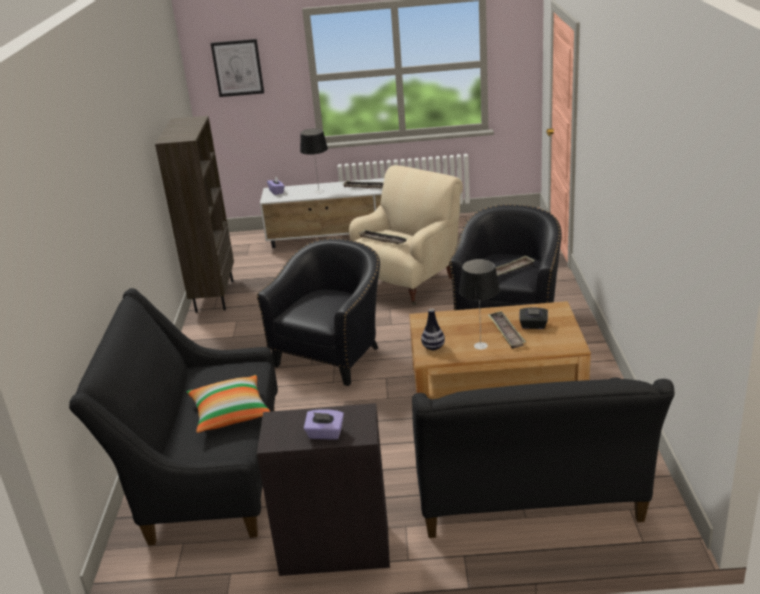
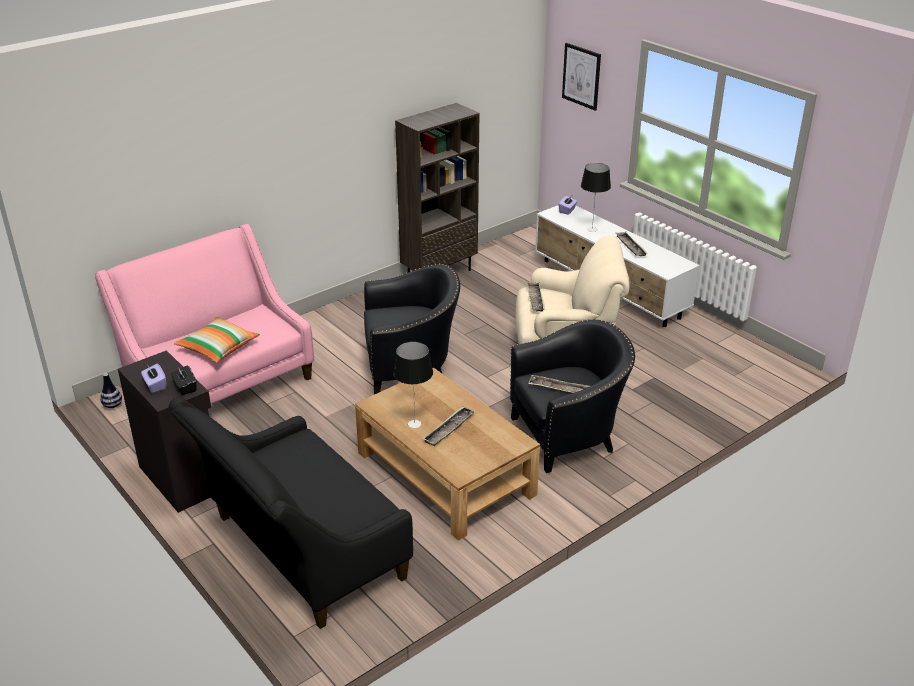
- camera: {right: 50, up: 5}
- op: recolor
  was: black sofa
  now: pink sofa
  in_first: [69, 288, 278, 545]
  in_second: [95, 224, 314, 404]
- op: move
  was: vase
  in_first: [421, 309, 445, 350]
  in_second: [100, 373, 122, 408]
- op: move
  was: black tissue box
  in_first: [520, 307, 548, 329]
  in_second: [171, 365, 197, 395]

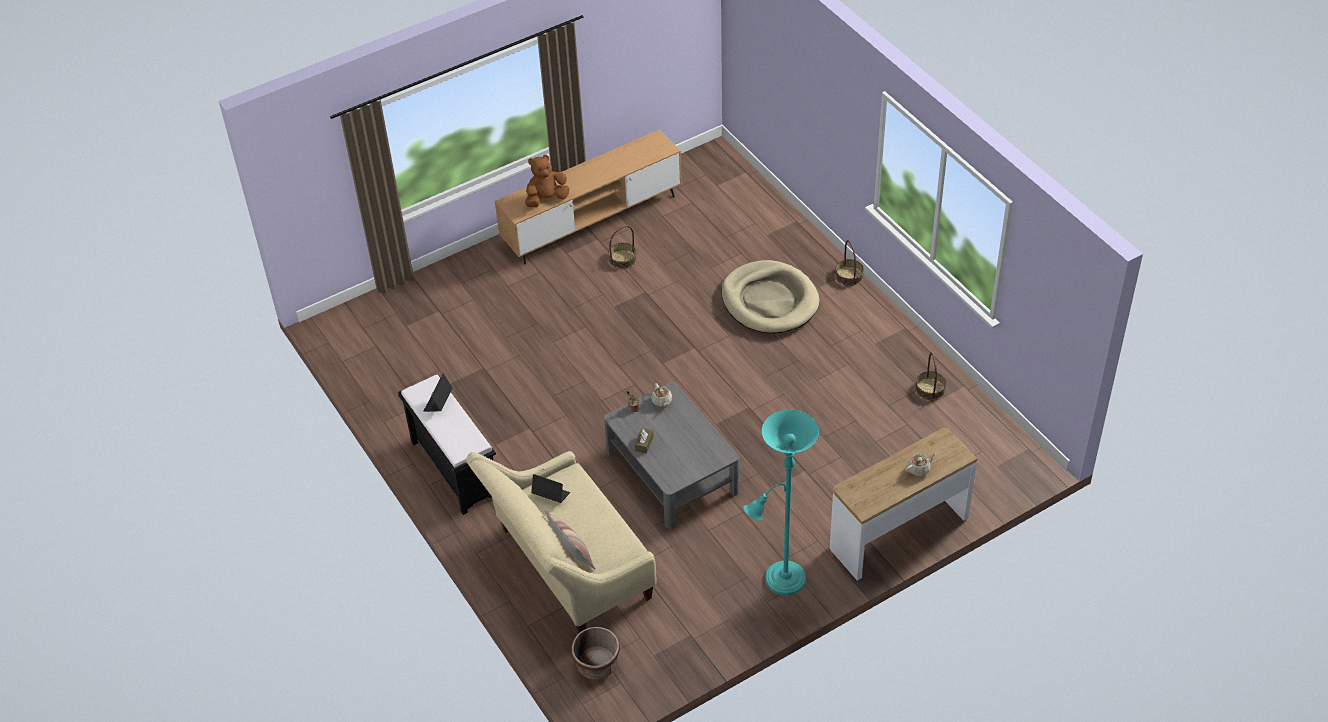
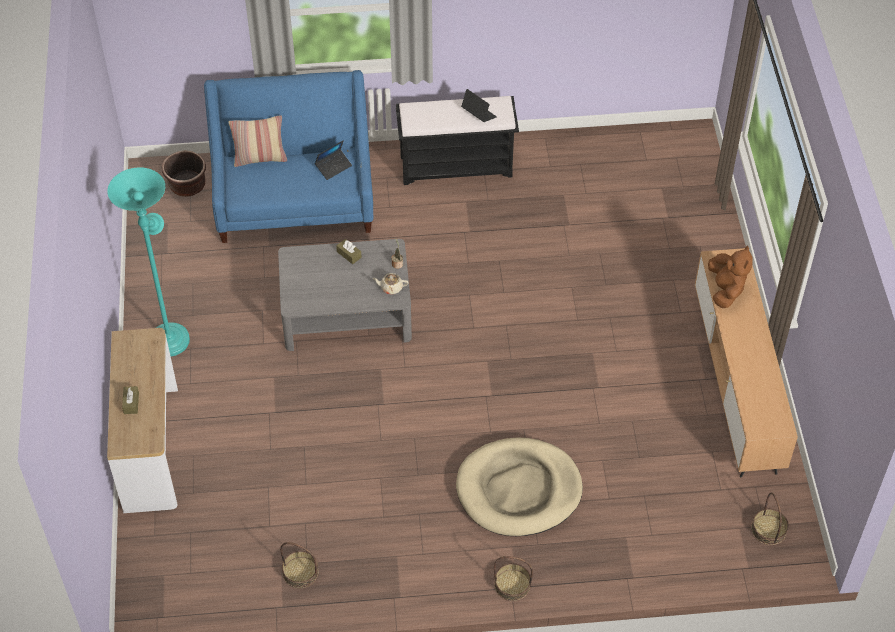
- camera: {right: 115, up: 5}
- op: recolor
  was: beige sofa
  now: blue sofa
  in_first: [466, 451, 657, 633]
  in_second: [204, 70, 373, 243]
- op: move
  was: basket
  in_first: [608, 225, 637, 269]
  in_second: [751, 492, 789, 545]
- op: replace
  was: beige teapot
  now: brown tissue box
  in_first: [905, 453, 936, 476]
  in_second: [122, 386, 139, 414]

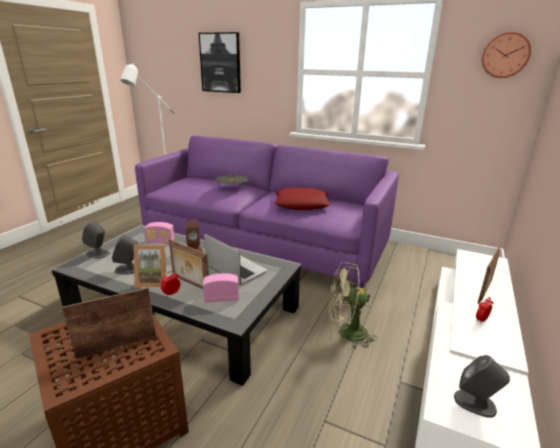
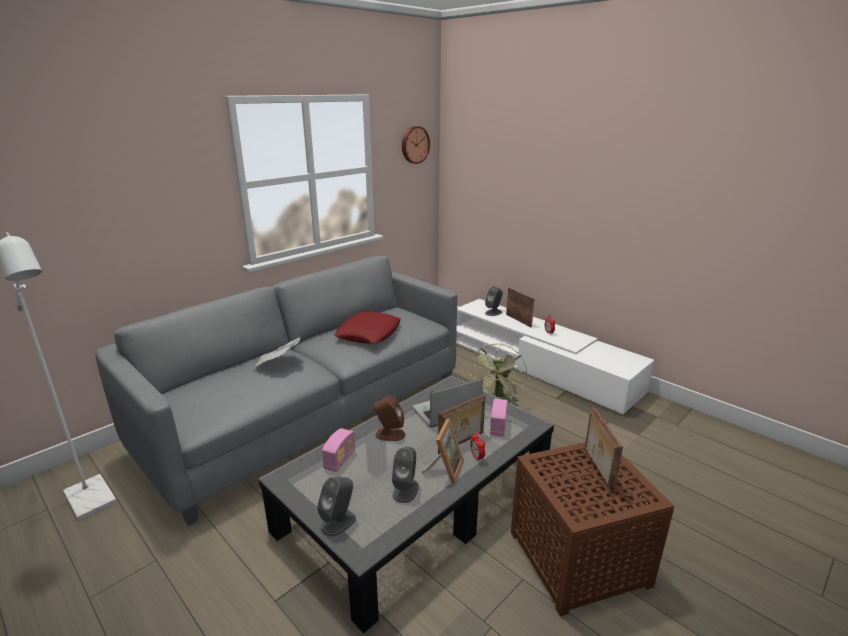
- camera: {right: -70, up: 0}
- op: recolor
  was: purple sofa
  now: grey sofa
  in_first: [135, 135, 399, 288]
  in_second: [95, 256, 457, 526]
- op: delete
  was: picture
  in_first: [199, 32, 241, 93]
- op: move
  was: grey speaker
  in_first: [454, 355, 510, 418]
  in_second: [485, 286, 503, 316]

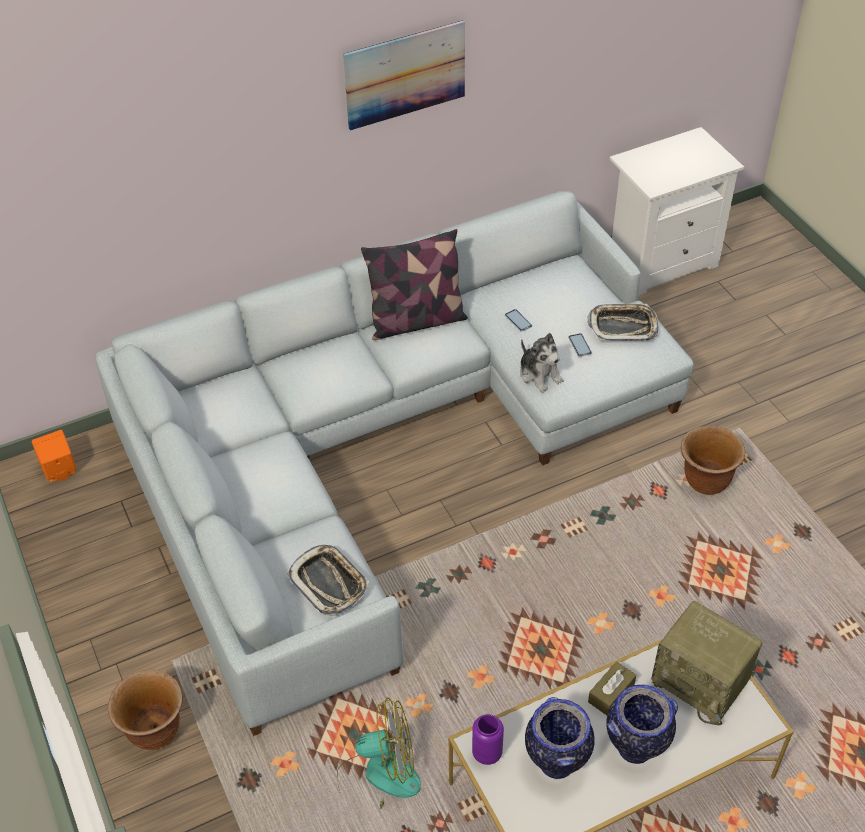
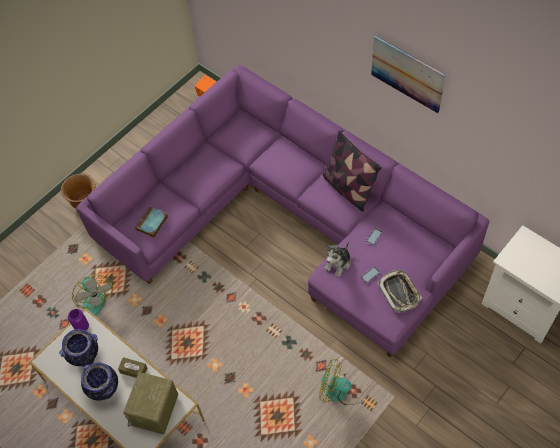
- camera: {right: 70, up: 10}
- op: recolor
  was: grey sofa
  now: purple sofa
  in_first: [95, 191, 694, 736]
  in_second: [76, 65, 489, 358]
- op: replace
  was: tray
  now: book
  in_first: [287, 545, 369, 616]
  in_second: [135, 206, 168, 238]
- op: replace
  was: brown planter
  now: fan
  in_first: [681, 426, 745, 495]
  in_second: [319, 359, 364, 405]

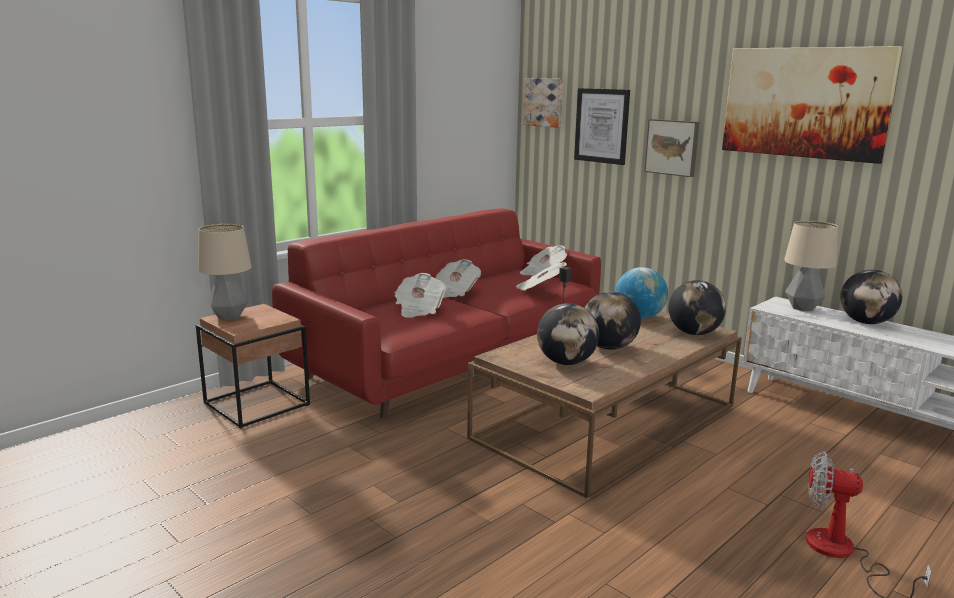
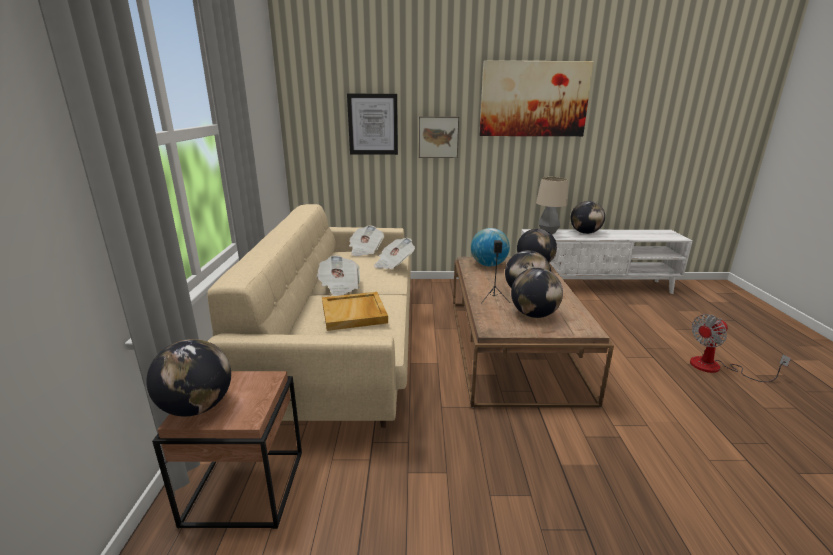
- camera: {right: -45, up: 5}
- op: replace
  was: table lamp
  now: globe
  in_first: [198, 224, 252, 320]
  in_second: [146, 339, 231, 417]
- op: recolor
  was: red sofa
  now: beige sofa
  in_first: [272, 209, 601, 418]
  in_second: [207, 204, 411, 428]
- op: replace
  was: newspaper
  now: beige tray
  in_first: [394, 273, 446, 318]
  in_second: [322, 292, 388, 331]
- op: delete
  was: picture
  in_first: [523, 78, 563, 128]

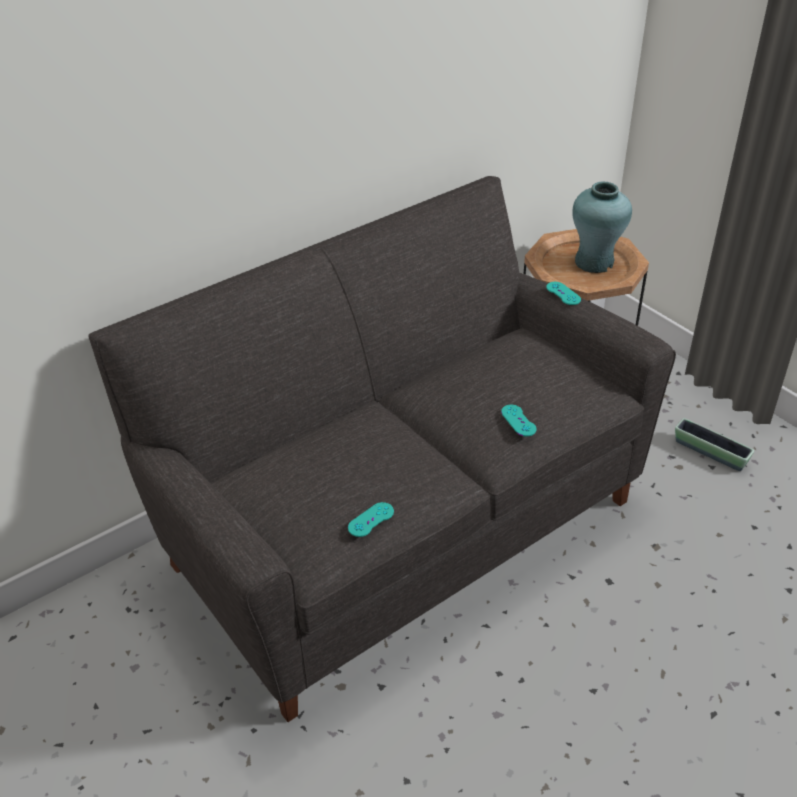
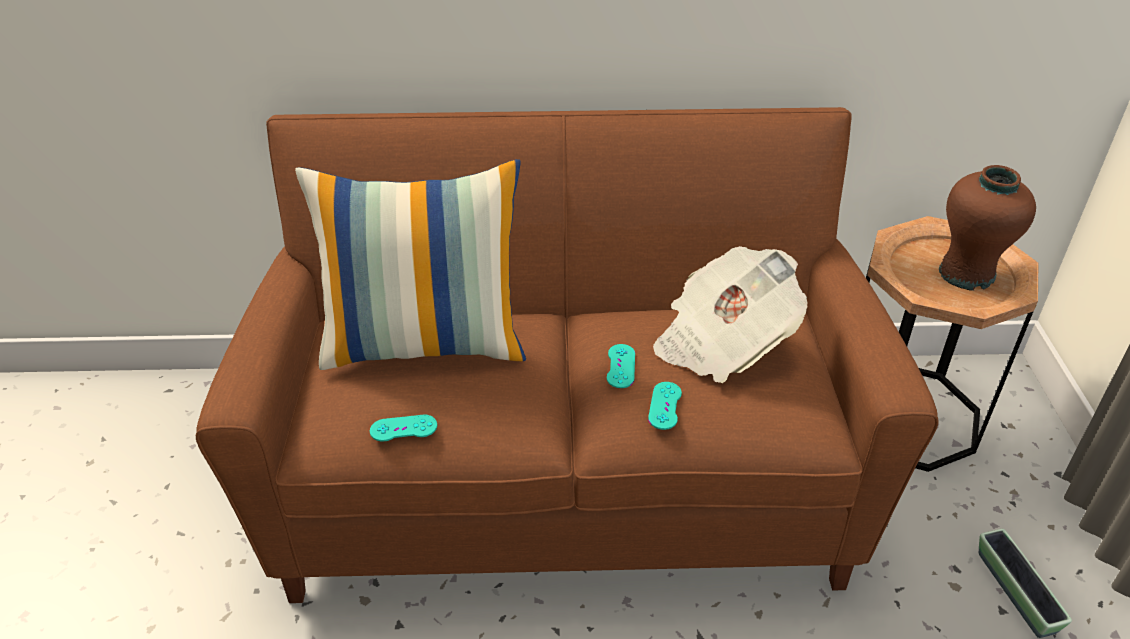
- camera: {right: 35, up: 0}
- op: recolor
  was: grey sofa
  now: brown sofa
  in_first: [88, 176, 676, 722]
  in_second: [196, 107, 939, 603]
- op: move
  was: turquoise game controller
  in_first: [546, 282, 581, 305]
  in_second: [607, 344, 635, 388]
- op: recolor
  was: turquoise vase
  now: brown vase
  in_first: [572, 181, 632, 273]
  in_second: [939, 165, 1036, 291]
- op: insert
  now: pillow
  in_second: [295, 159, 526, 370]
- op: insert
  now: newspaper
  in_second: [653, 246, 808, 383]

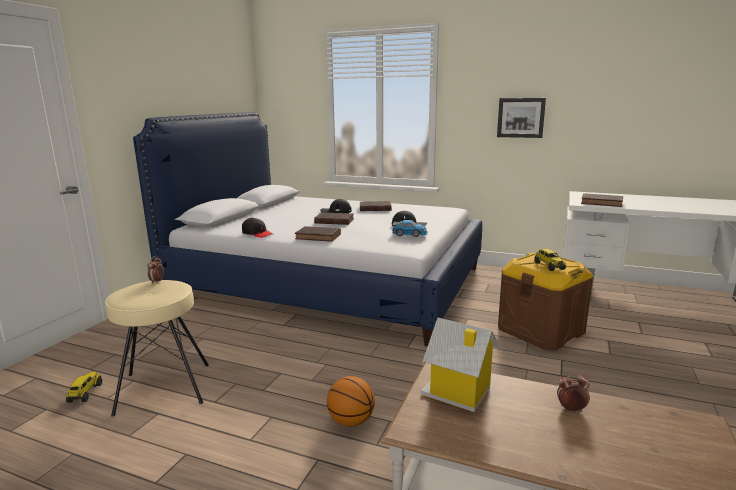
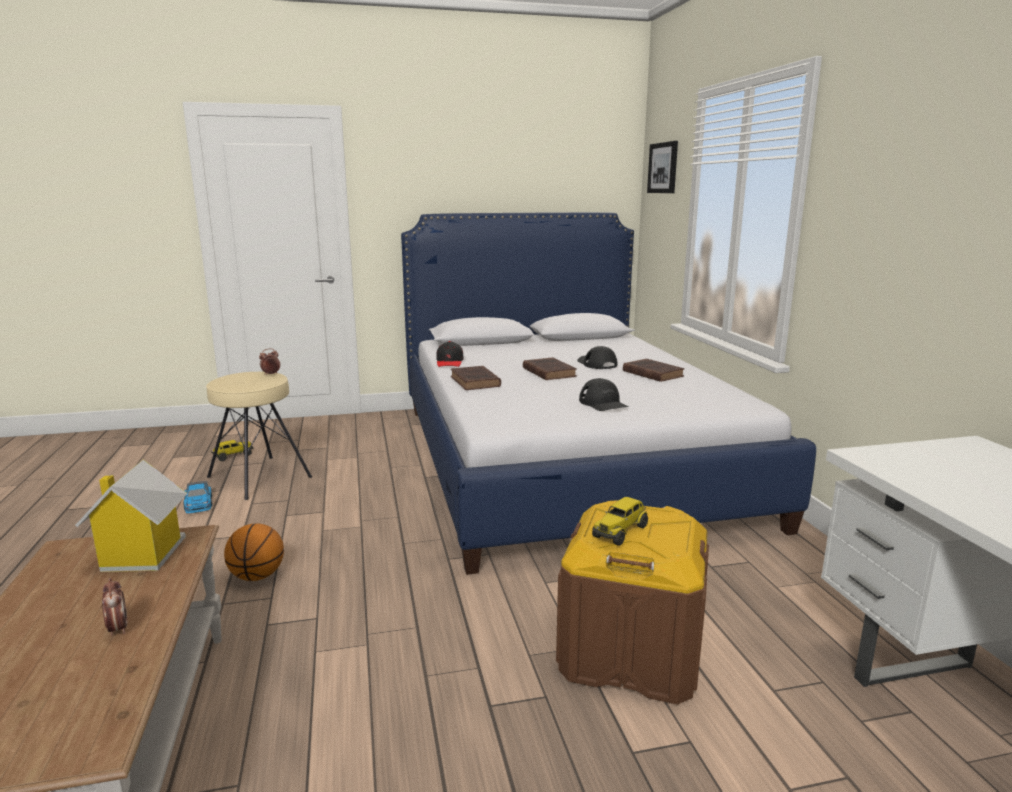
- camera: {right: 55, up: 0}
- op: move
  was: toy car
  in_first: [392, 220, 428, 237]
  in_second: [183, 481, 213, 514]
- op: move
  was: picture
  in_first: [497, 98, 546, 138]
  in_second: [647, 141, 678, 193]
- op: delete
  was: brown book
  in_first: [581, 193, 623, 207]

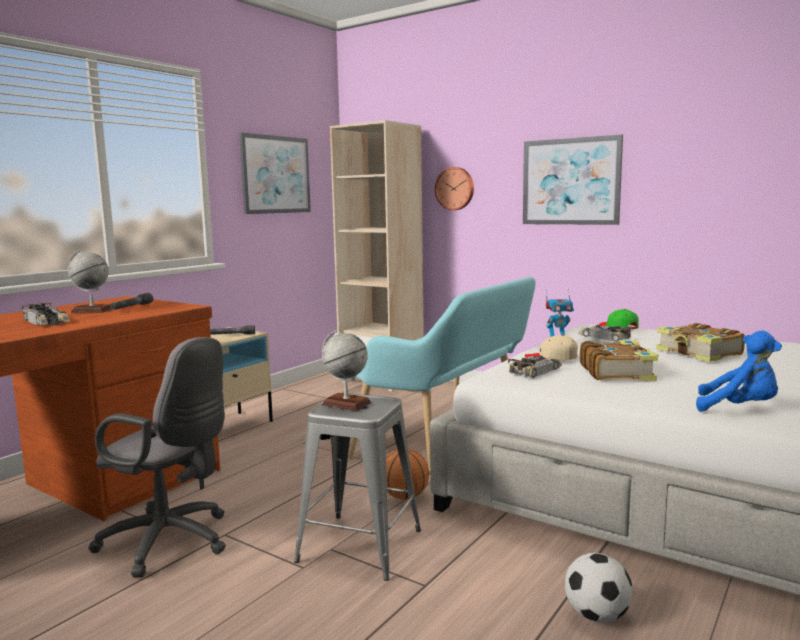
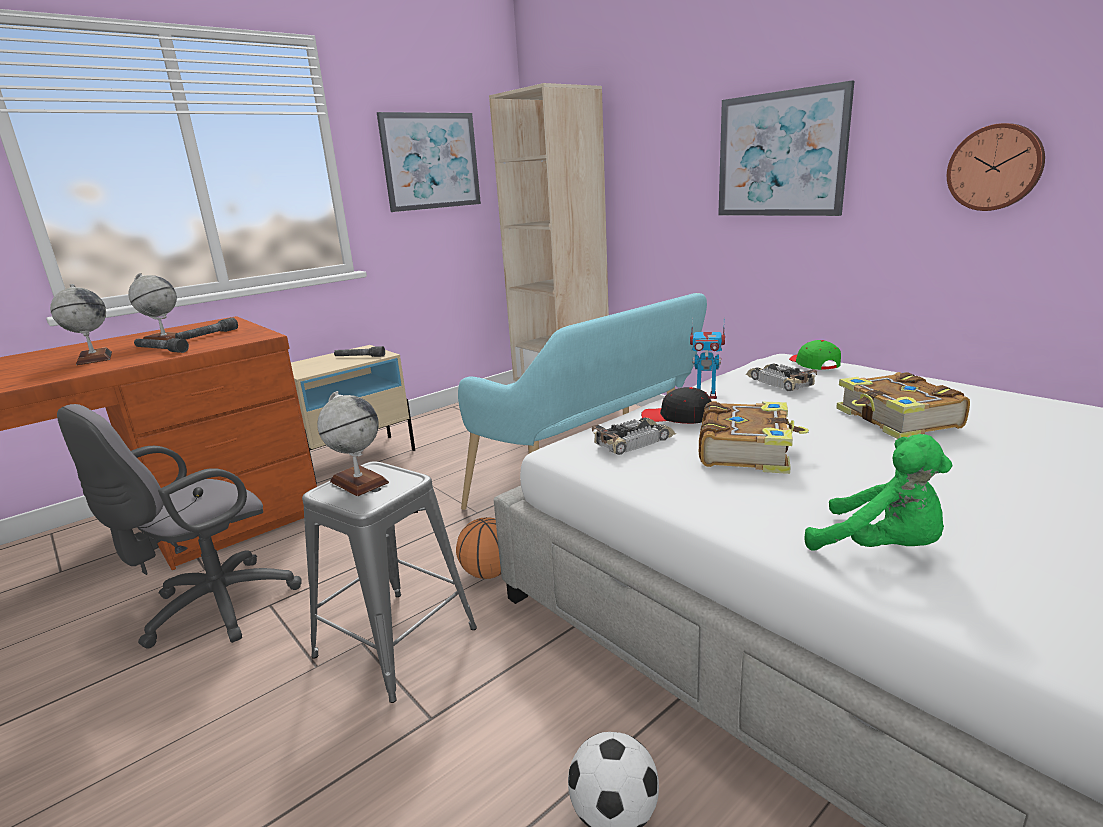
- camera: {right: 15, up: 10}
- op: replace
  was: toy car
  now: globe
  in_first: [22, 302, 70, 326]
  in_second: [50, 284, 112, 365]
- op: rotate
  was: grey office chair
  in_first: [89, 337, 226, 578]
  in_second: [57, 404, 302, 649]
  clockwise: 90
- op: move
  was: wall clock
  in_first: [435, 167, 474, 210]
  in_second: [947, 123, 1045, 211]
- op: recolor
  was: beige cap
  now: black cap
  in_first: [525, 335, 578, 360]
  in_second: [641, 387, 712, 424]
- op: recolor
  was: blue plush toy
  now: green plush toy
  in_first: [696, 330, 782, 412]
  in_second: [804, 434, 952, 550]
- op: insert
  now: grey flashlight
  in_second: [134, 338, 189, 353]

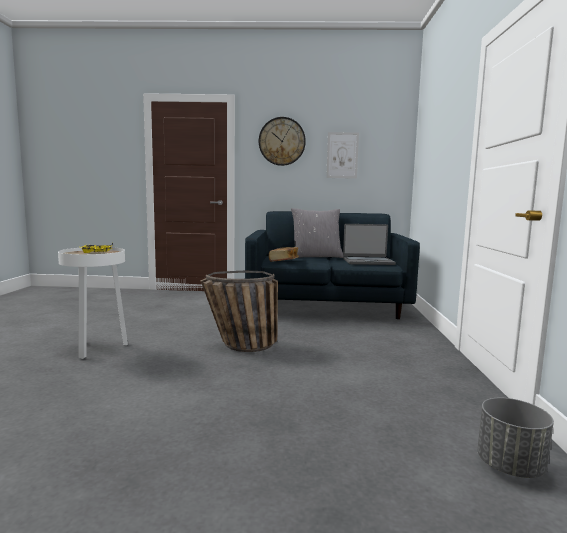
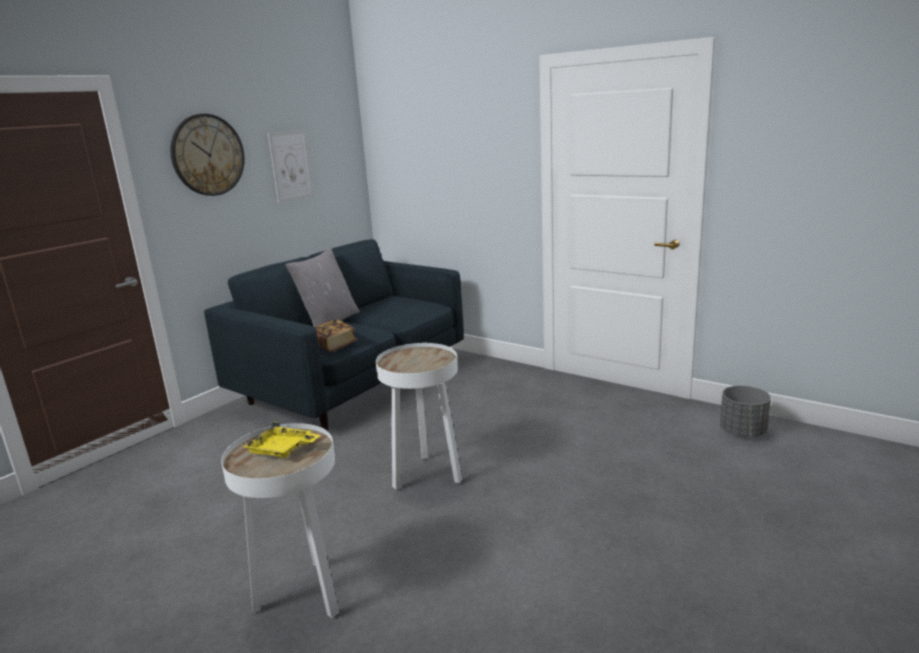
- camera: {right: -55, up: 10}
- op: replace
  was: basket
  now: white side table
  in_first: [200, 271, 278, 352]
  in_second: [376, 343, 462, 490]
- op: delete
  was: laptop
  in_first: [343, 224, 396, 265]

